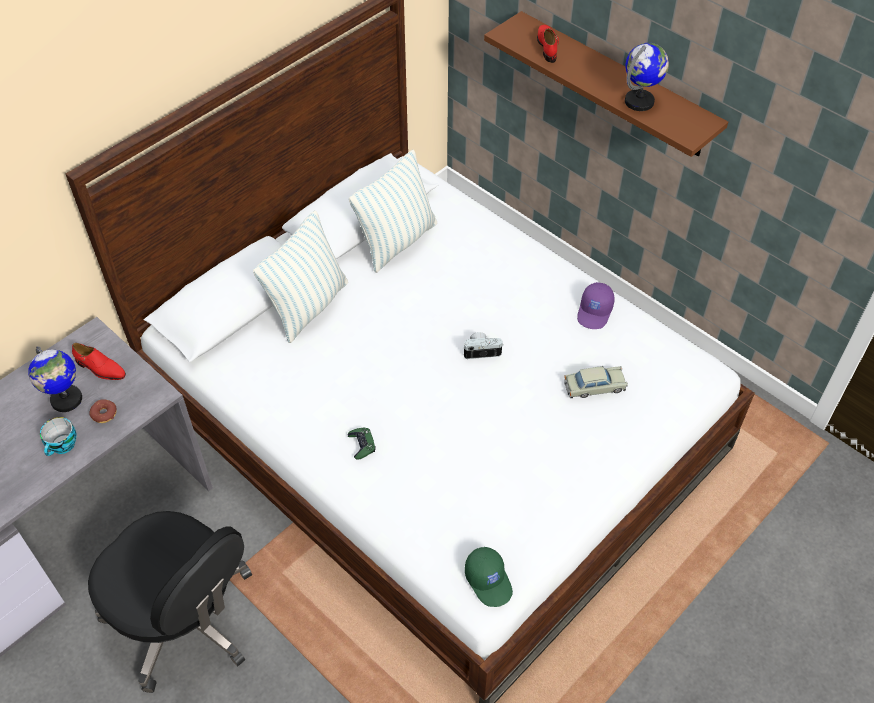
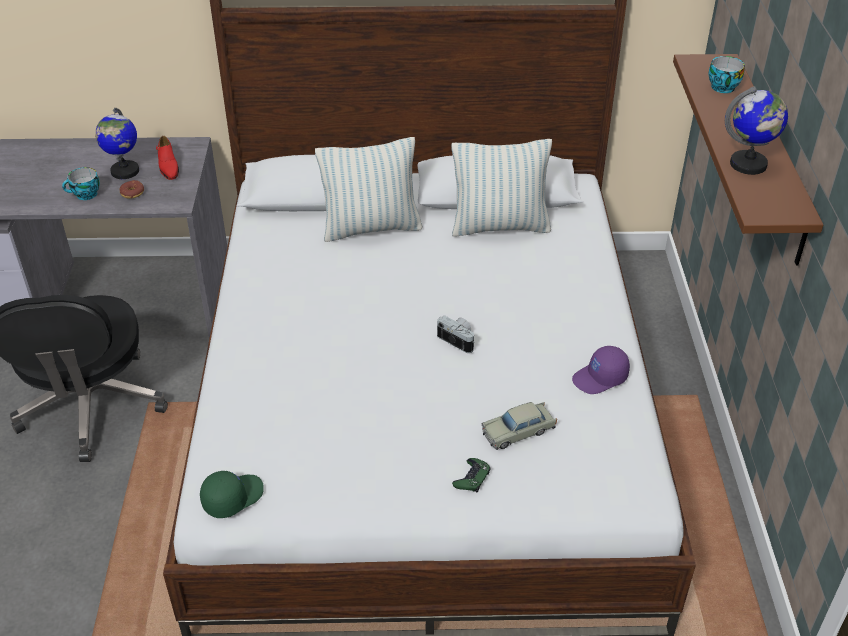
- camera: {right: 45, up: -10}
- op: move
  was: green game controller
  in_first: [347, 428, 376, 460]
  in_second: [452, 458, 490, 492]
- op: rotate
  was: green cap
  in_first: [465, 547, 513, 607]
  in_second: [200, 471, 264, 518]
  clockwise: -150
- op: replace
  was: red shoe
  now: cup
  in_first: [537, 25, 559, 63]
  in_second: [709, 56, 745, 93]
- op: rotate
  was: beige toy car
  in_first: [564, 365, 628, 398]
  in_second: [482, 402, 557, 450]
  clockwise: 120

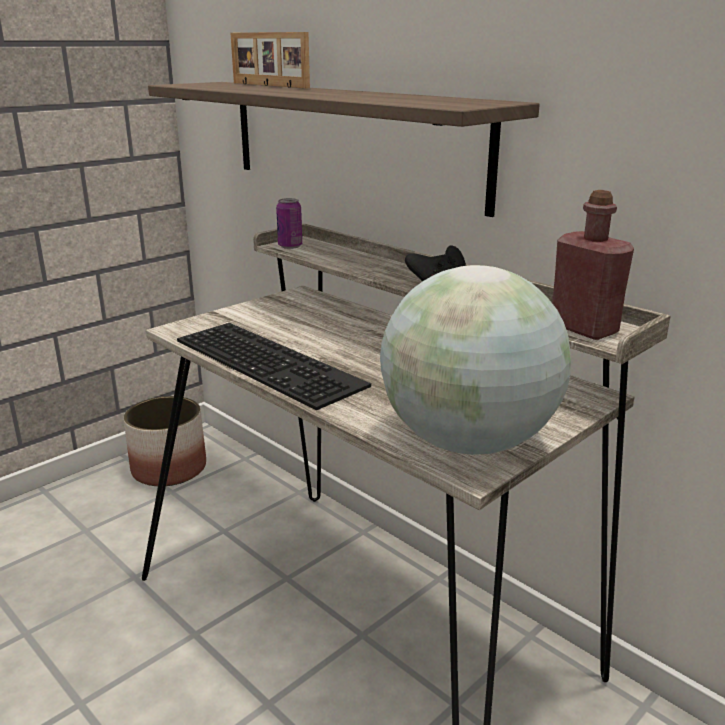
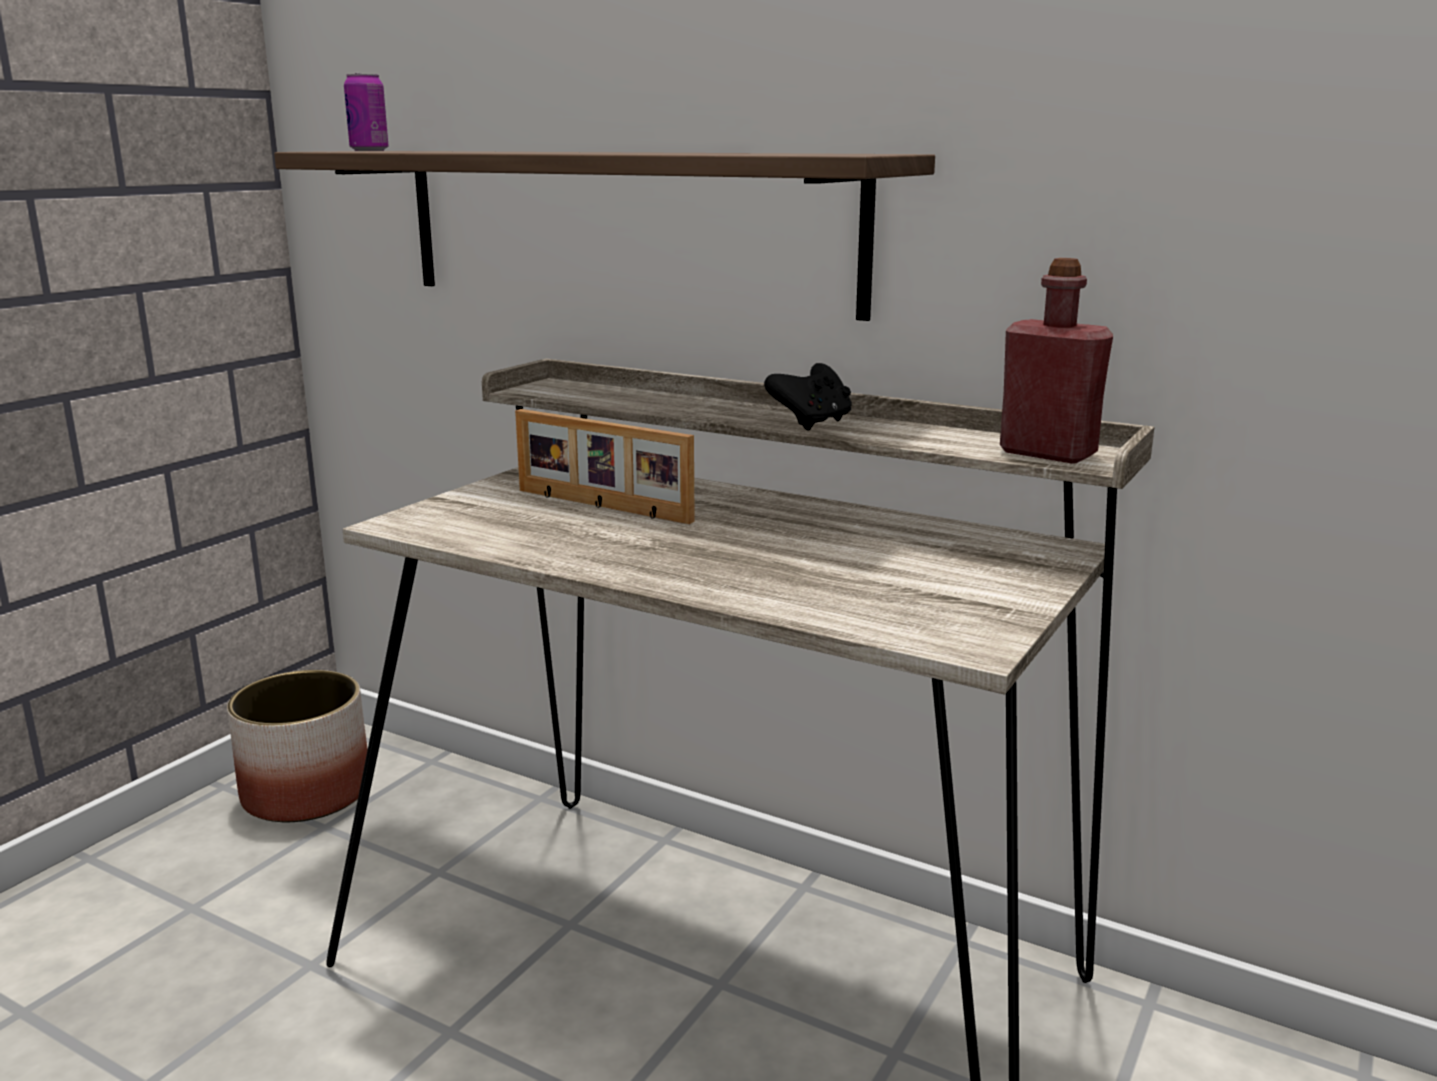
- camera: {right: -15, up: -5}
- op: delete
  was: keyboard
  in_first: [177, 323, 371, 410]
- op: move
  was: picture frame
  in_first: [231, 32, 310, 88]
  in_second: [515, 409, 695, 524]
- op: move
  was: can
  in_first: [276, 198, 302, 249]
  in_second: [344, 73, 389, 151]
- op: delete
  was: globe
  in_first: [380, 265, 571, 455]

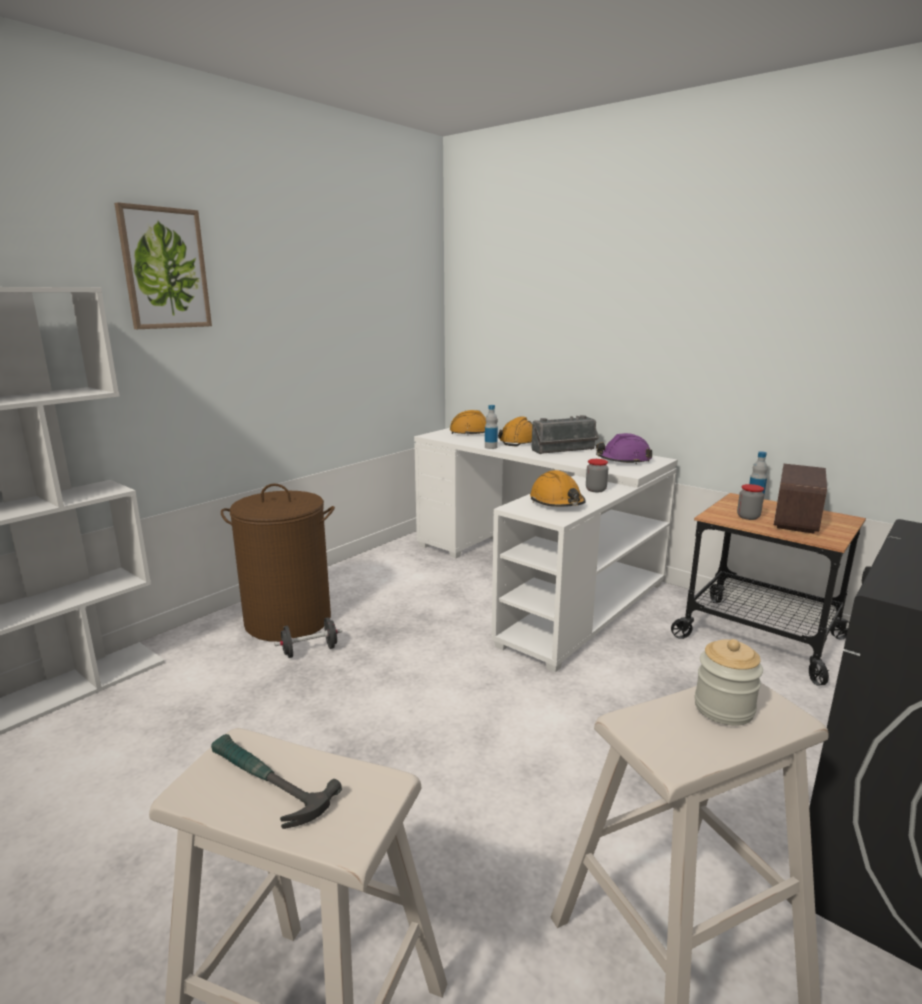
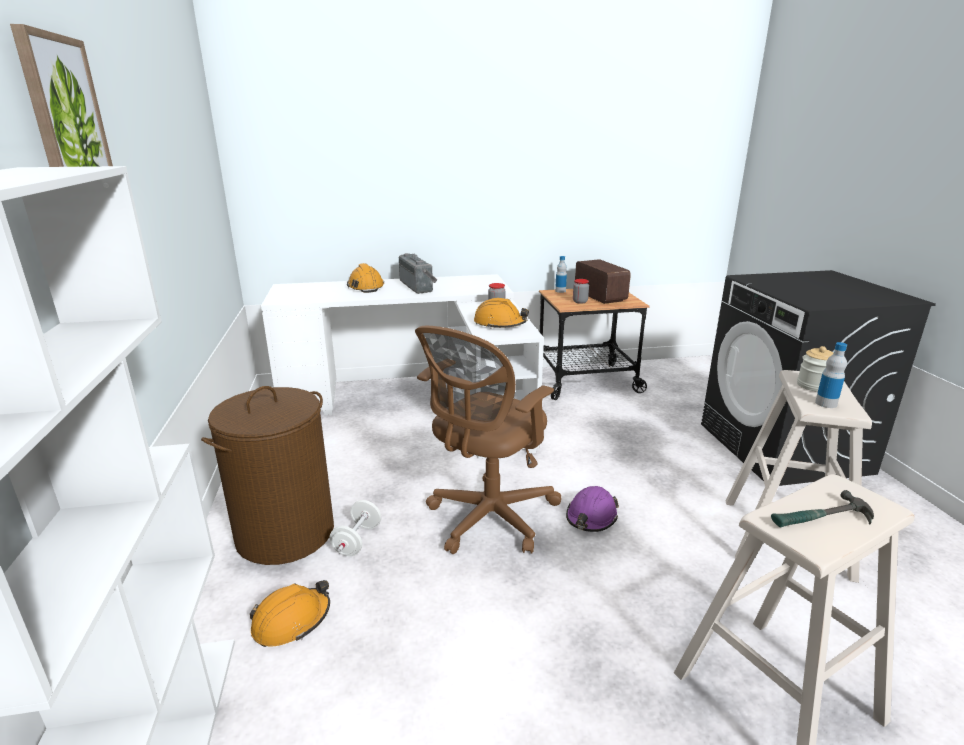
- camera: {right: -50, up: 5}
- op: recolor
  was: black dumbbell
  now: white dumbbell
  in_first: [275, 617, 342, 658]
  in_second: [329, 500, 381, 556]
- op: move
  was: orange hard hat
  in_first: [450, 410, 498, 435]
  in_second: [250, 580, 330, 647]
- op: move
  was: bottle
  in_first: [485, 405, 498, 449]
  in_second: [815, 342, 847, 408]
- op: rotate
  was: radio
  in_first: [532, 415, 599, 454]
  in_second: [399, 253, 437, 294]
  clockwise: -45
- op: move
  was: purple hard hat
  in_first: [596, 433, 652, 464]
  in_second: [566, 486, 619, 532]
- op: insert
  now: brown office chair
  in_second: [415, 326, 562, 554]

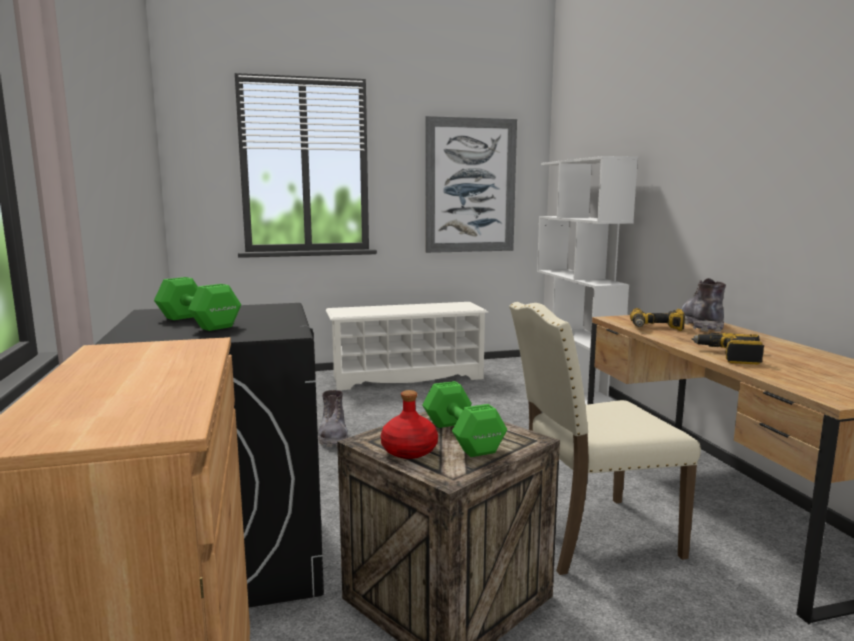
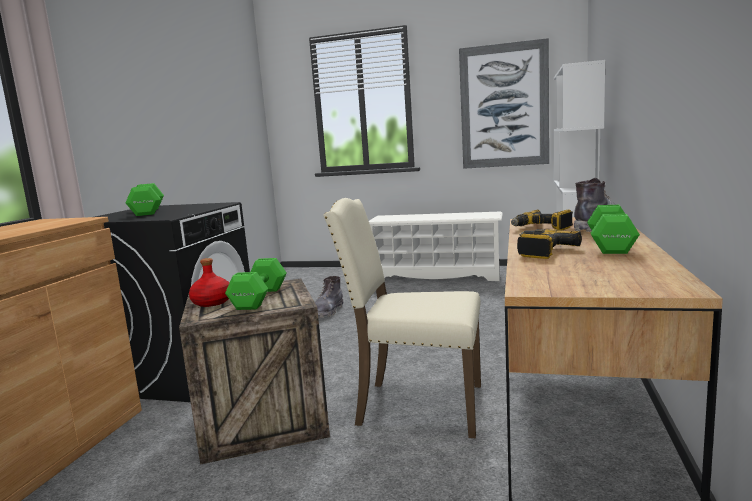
- camera: {right: 30, up: 0}
- op: insert
  now: green dumbbell
  in_second: [587, 205, 640, 254]

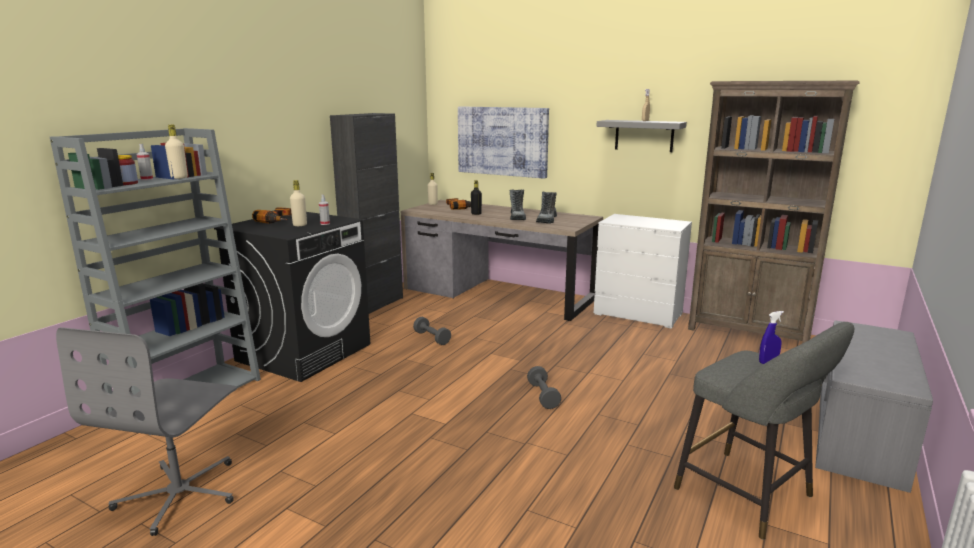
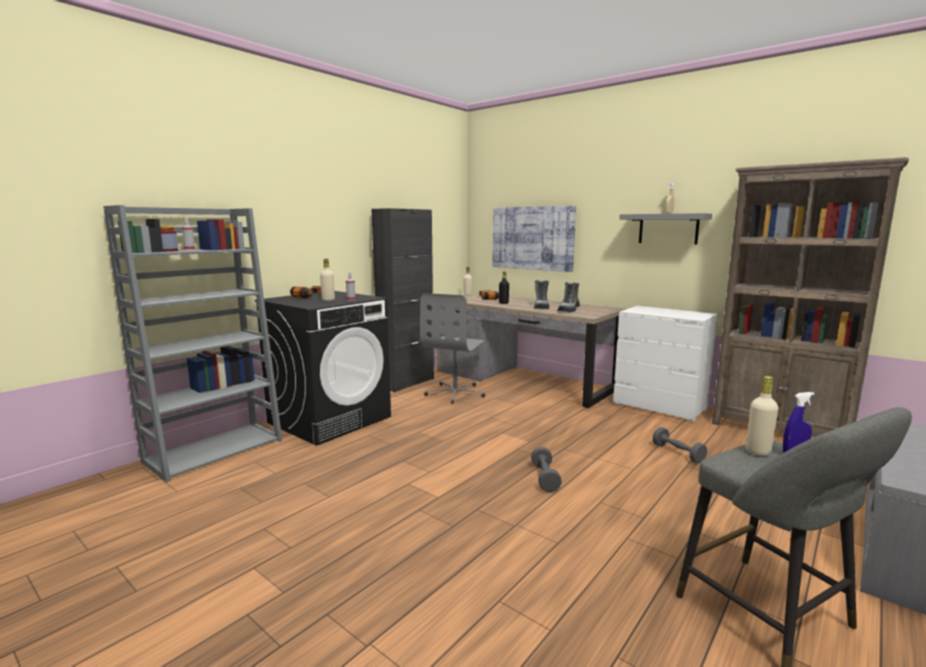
- camera: {right: 10, up: -5}
- op: move
  was: grey office chair
  in_first: [56, 327, 237, 536]
  in_second: [420, 293, 486, 404]
- op: move
  was: beige bottle
  in_first: [165, 125, 188, 179]
  in_second: [746, 376, 778, 456]
- op: move
  was: grey dumbbell
  in_first: [413, 317, 451, 345]
  in_second: [653, 427, 707, 464]

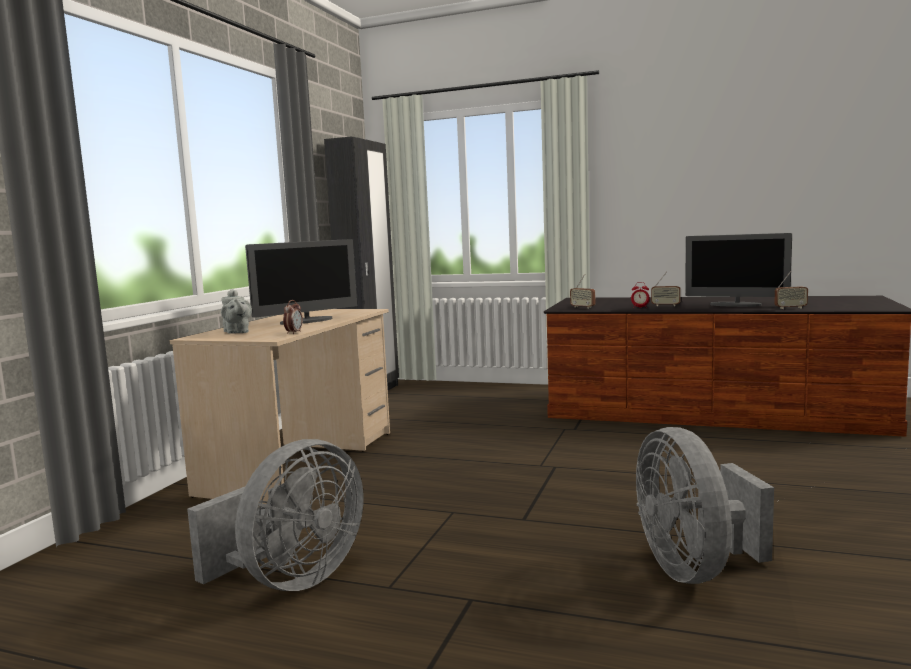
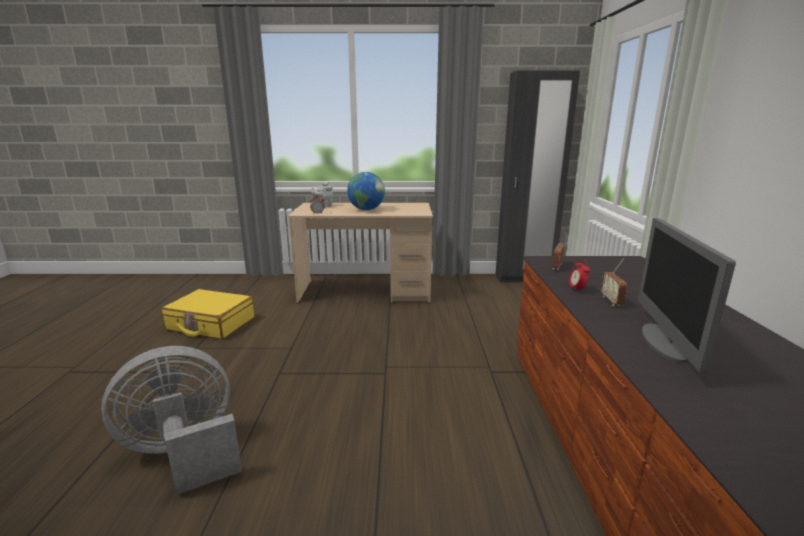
- camera: {right: 70, up: 10}
- op: replace
  was: grey fan
  now: yellow suitcase
  in_first: [187, 439, 363, 591]
  in_second: [161, 289, 255, 339]
- op: replace
  was: monitor
  now: globe
  in_first: [245, 239, 357, 325]
  in_second: [347, 172, 385, 210]
- op: delete
  was: radio
  in_first: [774, 271, 808, 309]

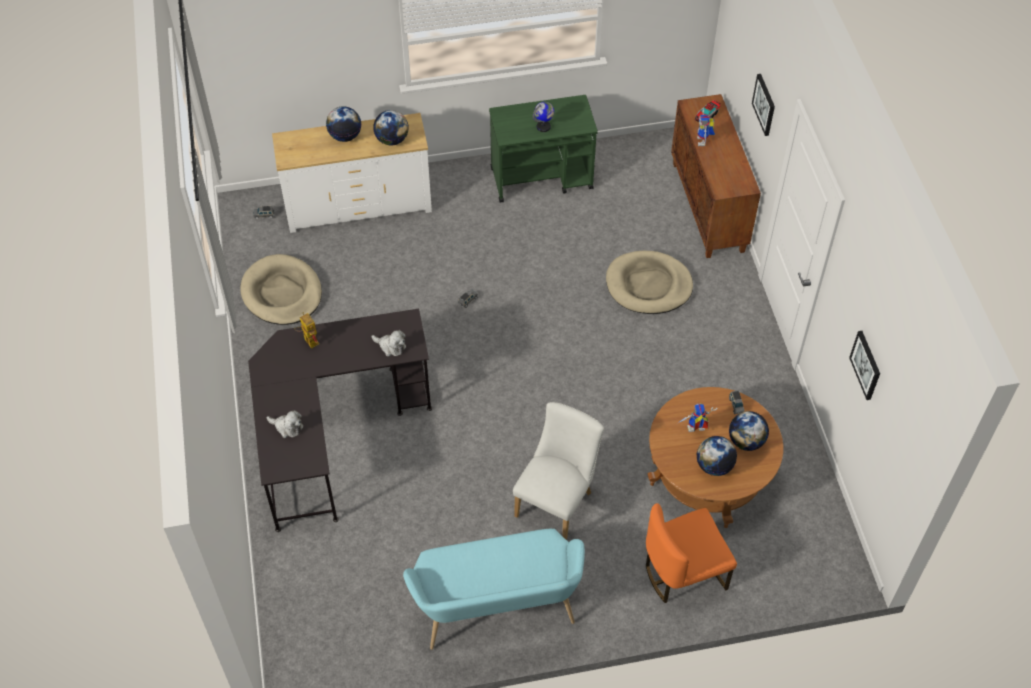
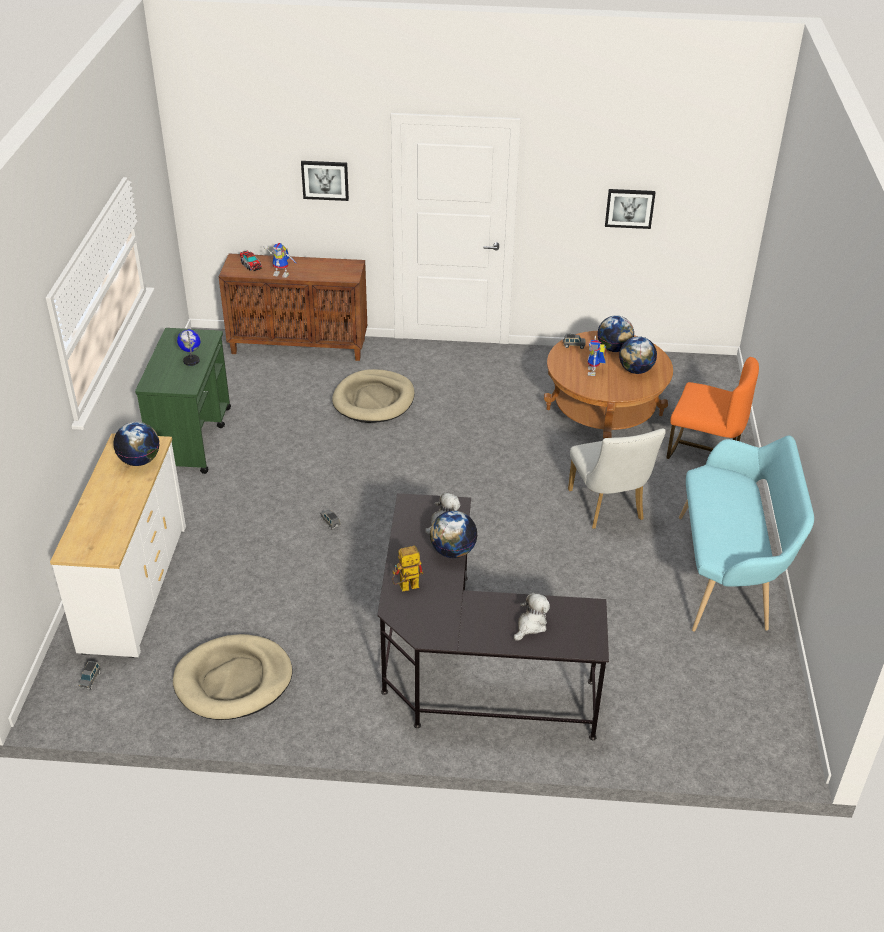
- camera: {right: -75, up: -15}
- op: move
  was: globe
  in_first: [326, 106, 361, 142]
  in_second: [430, 511, 477, 558]
- op: rotate
  was: white chair
  in_first: [513, 402, 604, 540]
  in_second: [568, 429, 666, 529]
  clockwise: -150
- op: rotate
  was: orange chair
  in_first: [646, 503, 737, 603]
  in_second: [666, 357, 759, 459]
  clockwise: -60

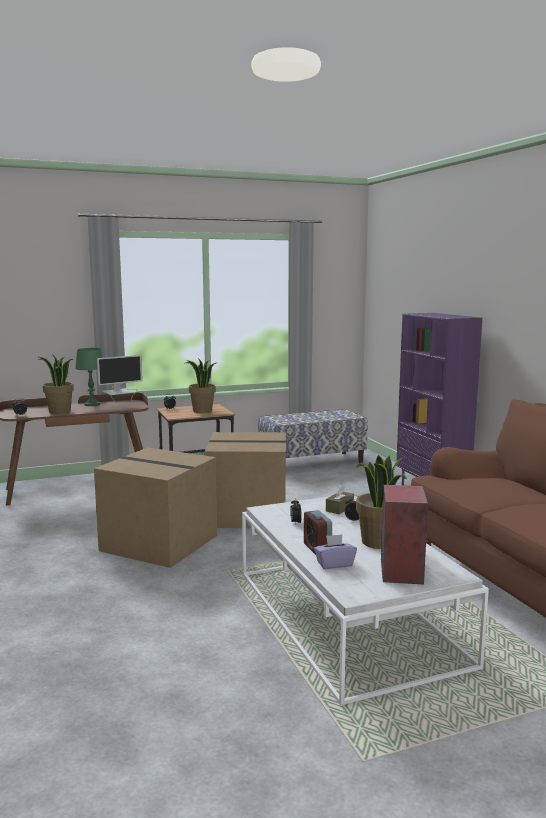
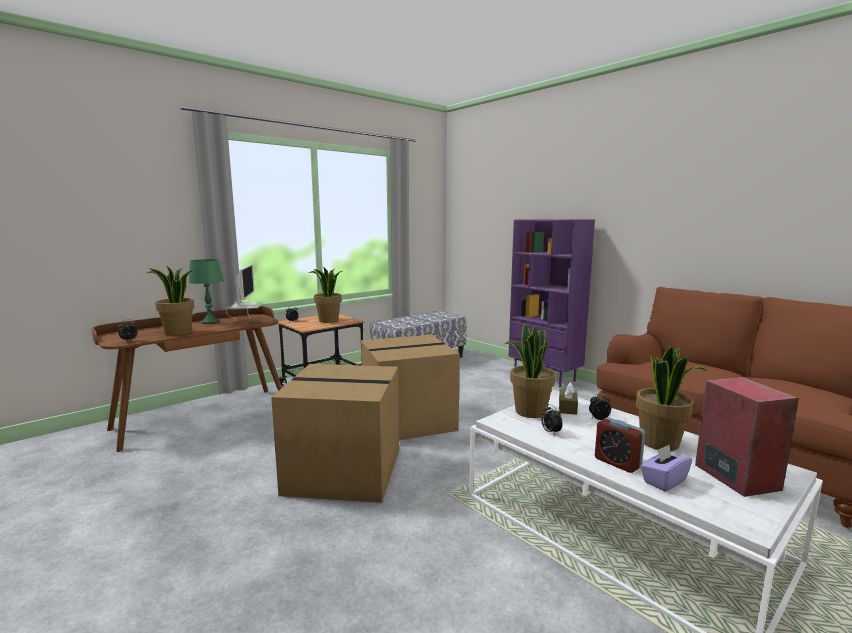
- camera: {right: -20, up: 0}
- op: rotate
  was: monitor
  in_first: [97, 355, 142, 406]
  in_second: [226, 264, 263, 322]
  clockwise: -45
- op: insert
  now: potted plant
  in_second: [505, 323, 556, 418]

